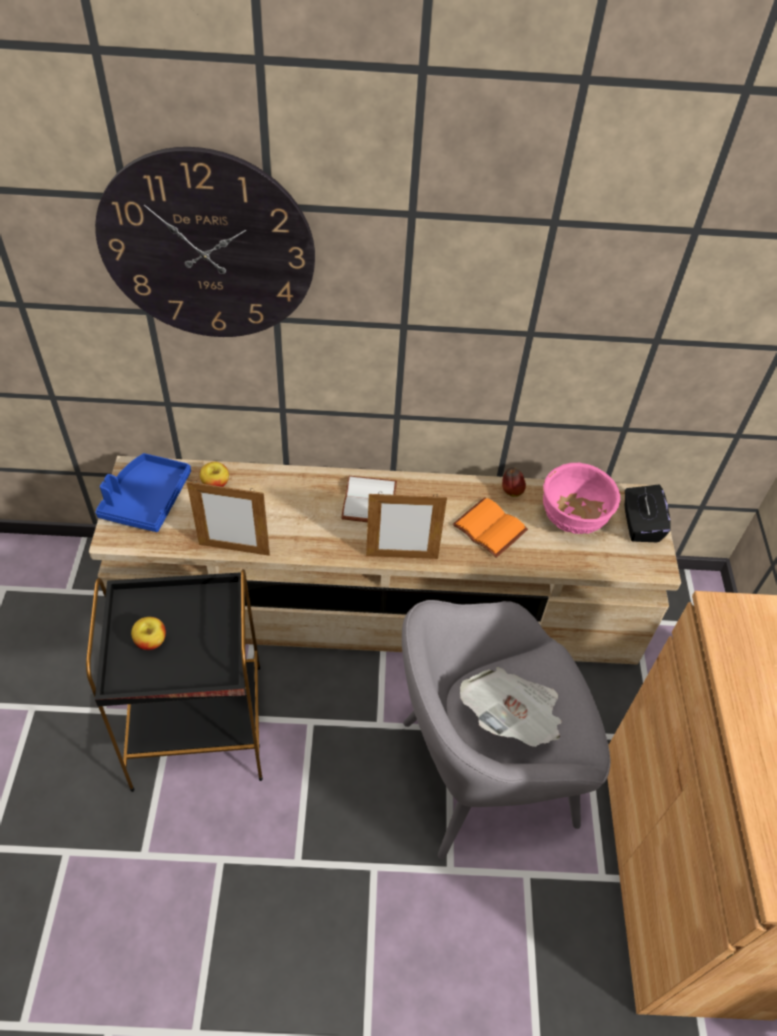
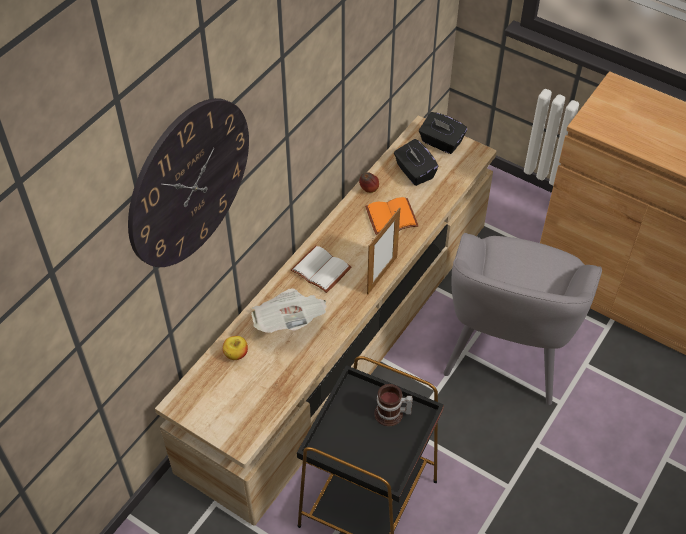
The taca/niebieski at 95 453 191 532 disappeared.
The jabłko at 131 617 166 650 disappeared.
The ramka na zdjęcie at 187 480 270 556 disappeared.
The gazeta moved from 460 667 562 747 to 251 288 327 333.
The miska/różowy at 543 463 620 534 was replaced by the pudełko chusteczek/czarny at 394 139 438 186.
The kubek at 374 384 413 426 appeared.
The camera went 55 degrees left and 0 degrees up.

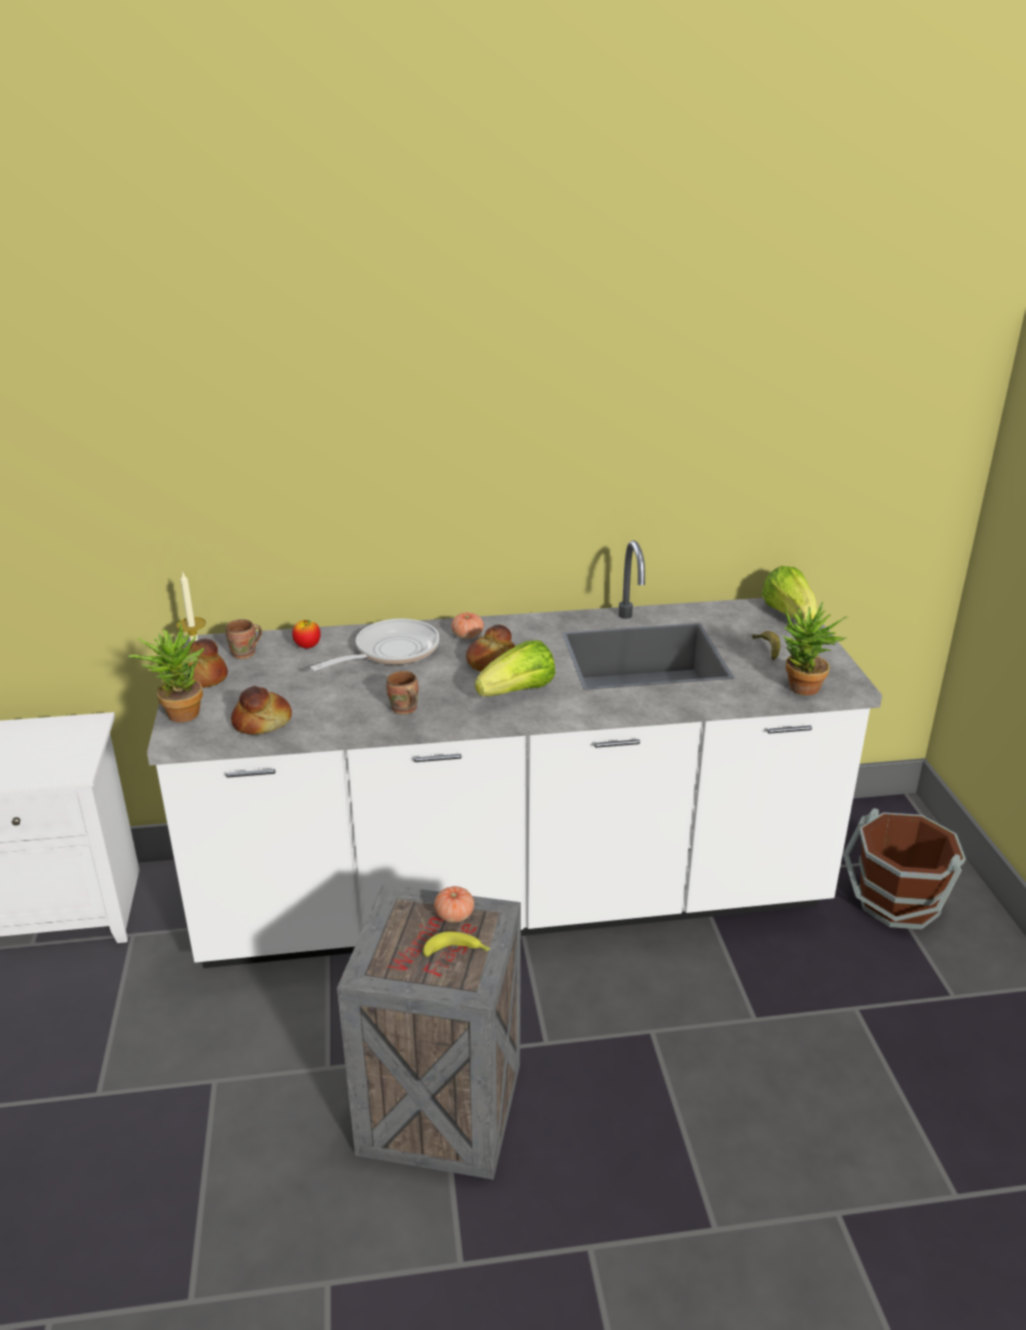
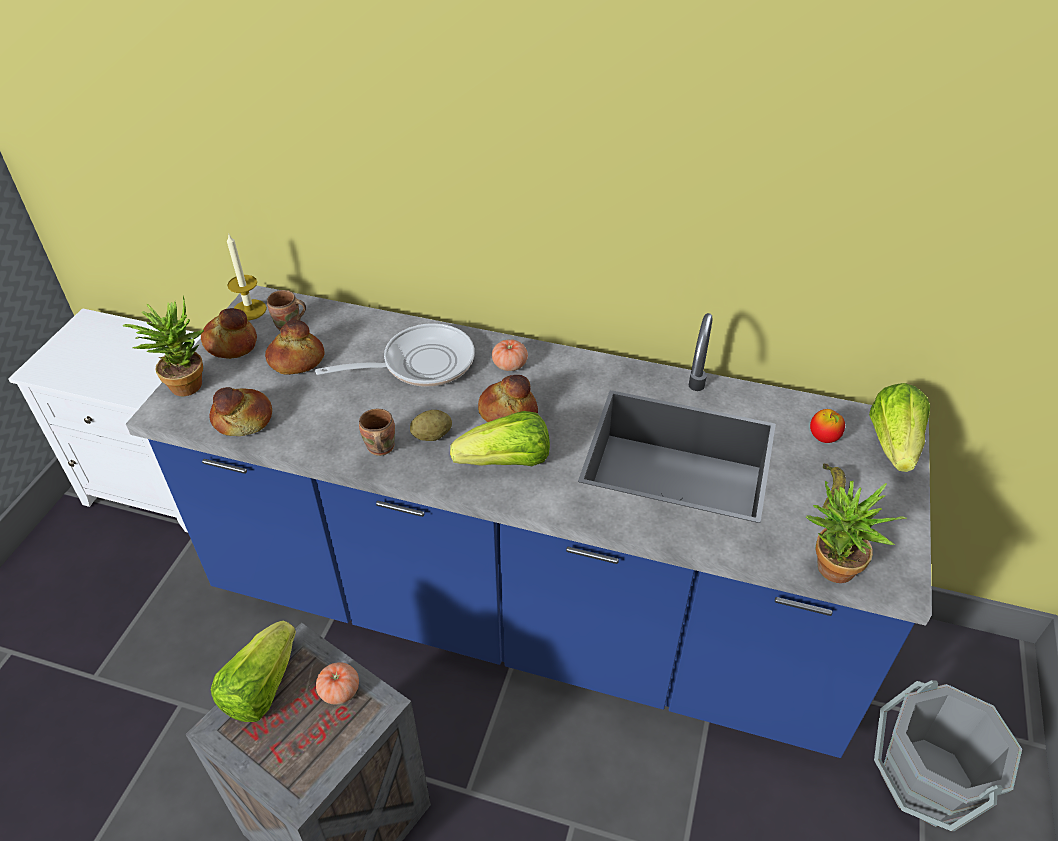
The zabudowa kuchenna/biały at 147 540 882 968 became the zabudowa kuchenna/niebieski at 126 285 932 758.
The jabłko moved from 292 620 321 648 to 810 409 845 443.
The banan at 423 931 491 957 disappeared.
The wiadro/brązowy at 843 808 966 930 became the wiadro/szary at 874 680 1022 831.
The sałata at 211 621 296 722 appeared.
The chleb at 265 320 325 375 appeared.
The ziemniak at 410 410 452 441 appeared.
The camera went 25 degrees right and 15 degrees up.

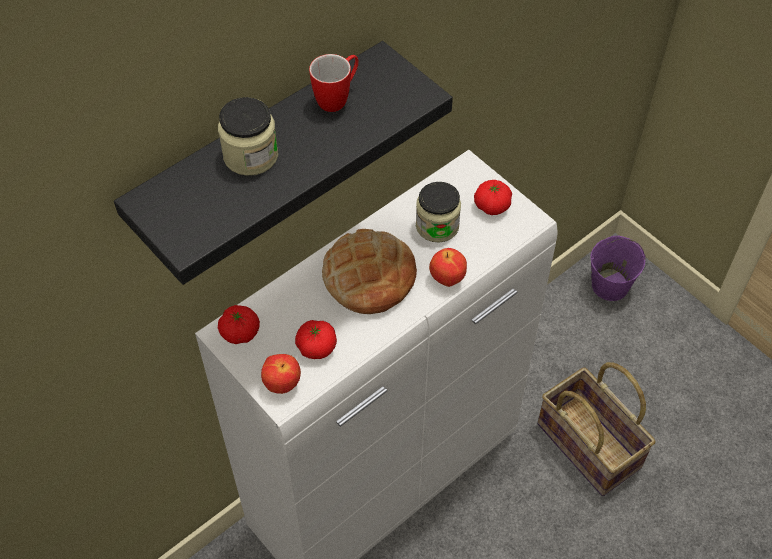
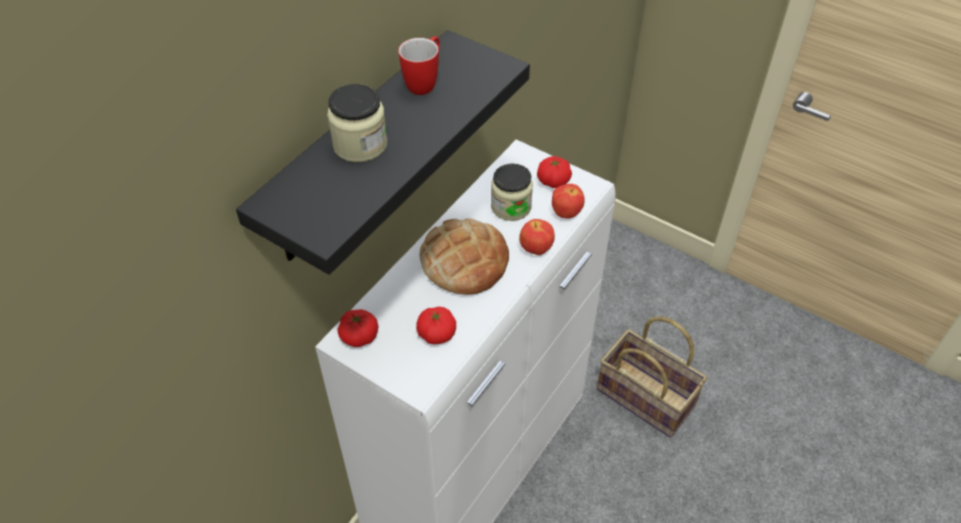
The jabłko moved from 261 354 301 394 to 552 184 585 219.
The wiadro/fioletowy at 590 235 646 301 disappeared.
The camera went 15 degrees left and 5 degrees down.

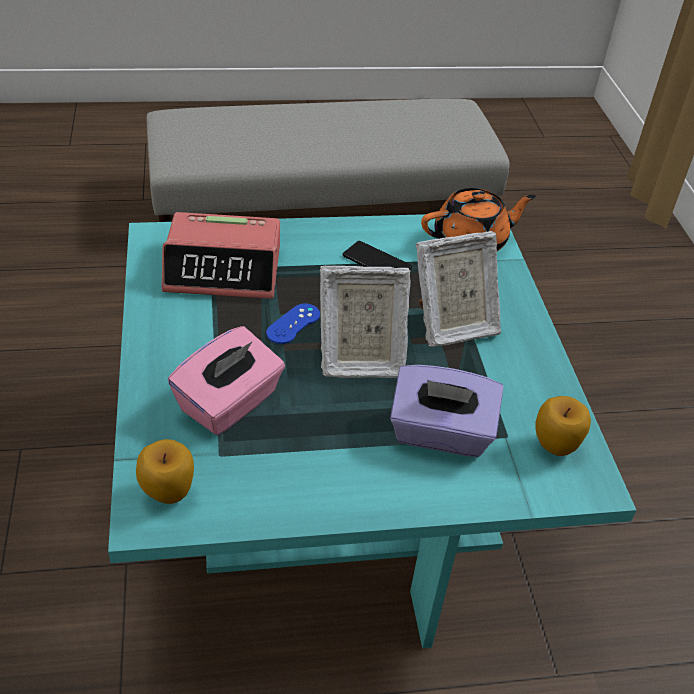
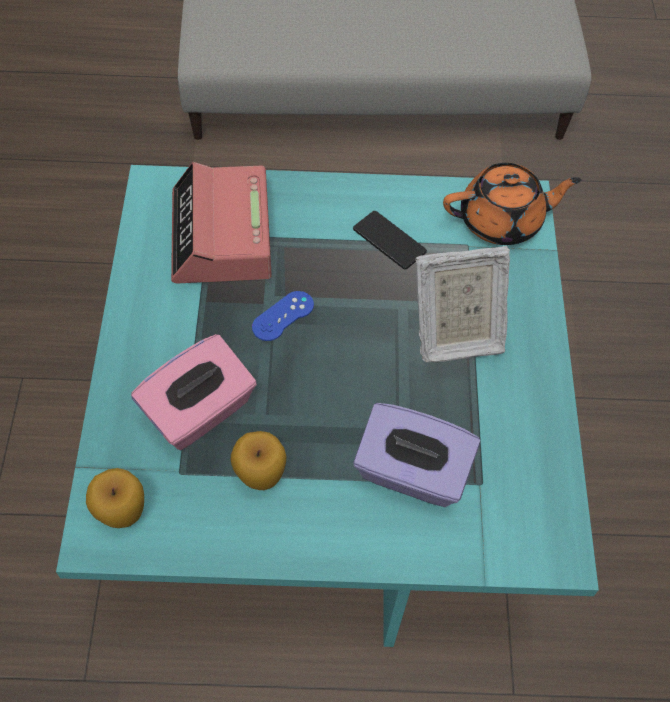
The budzik at 162 212 280 299 turned 75 degrees clockwise.
The ramka na zdjęcie at 320 266 411 378 disappeared.
The jabłko moved from 536 396 591 456 to 231 431 287 490.
The camera went 10 degrees right and 15 degrees up.

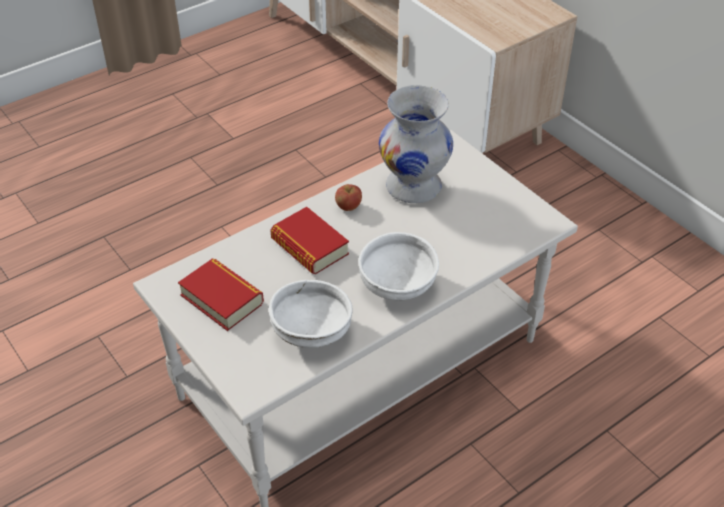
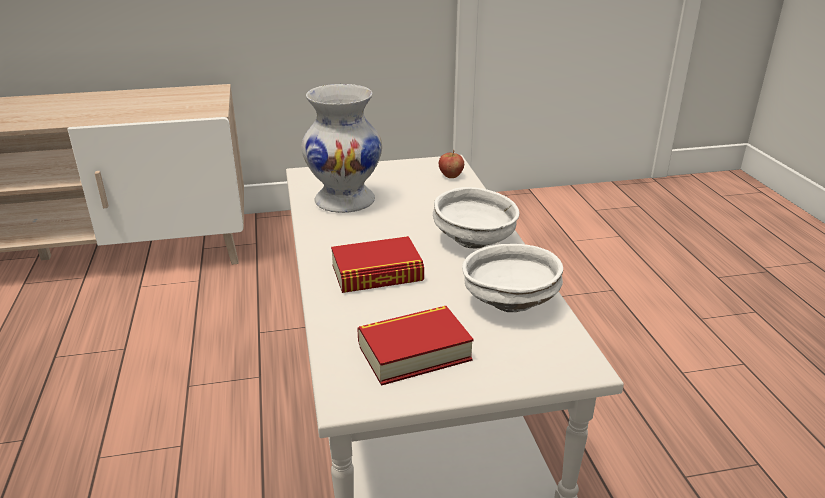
The jabłko moved from 335 184 362 211 to 439 150 464 178.
The camera went 65 degrees left and 15 degrees down.

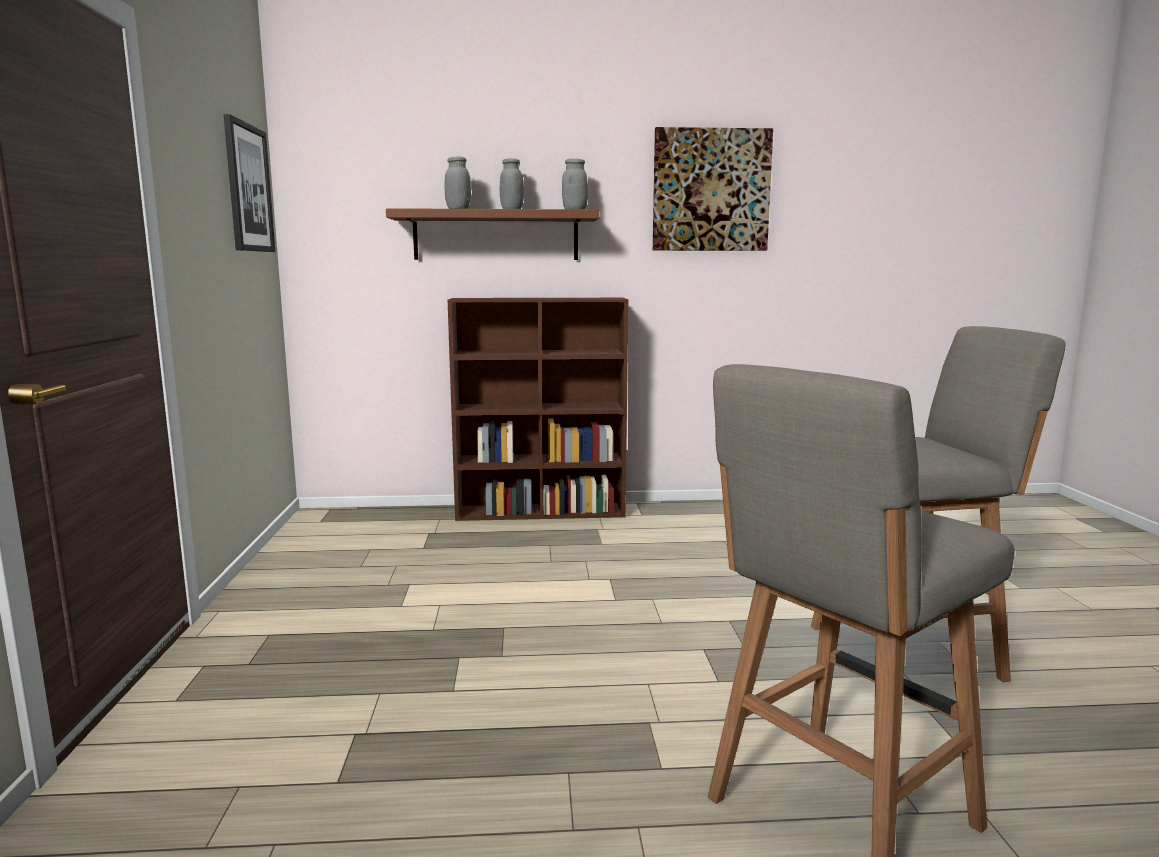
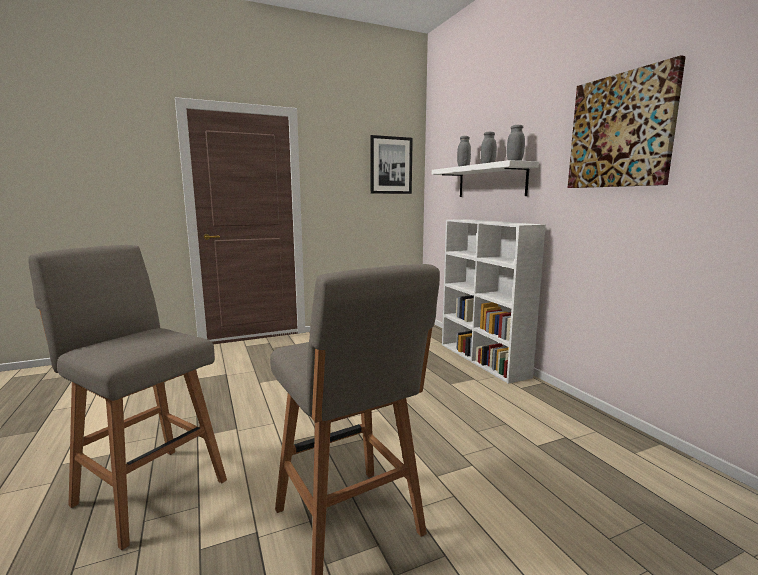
The półka/brązowy at 386 208 600 260 became the półka/biały at 432 160 539 197.
The regał/brązowy at 448 298 628 521 became the regał/biały at 442 219 546 384.
The camera went 70 degrees right and 0 degrees up.

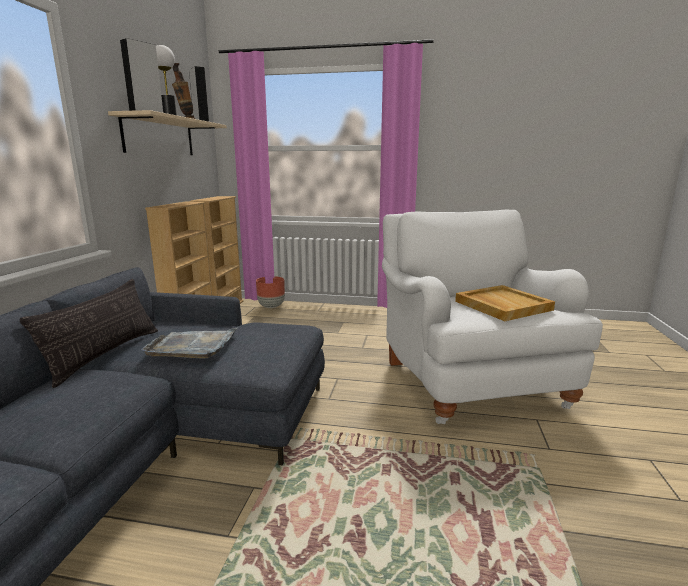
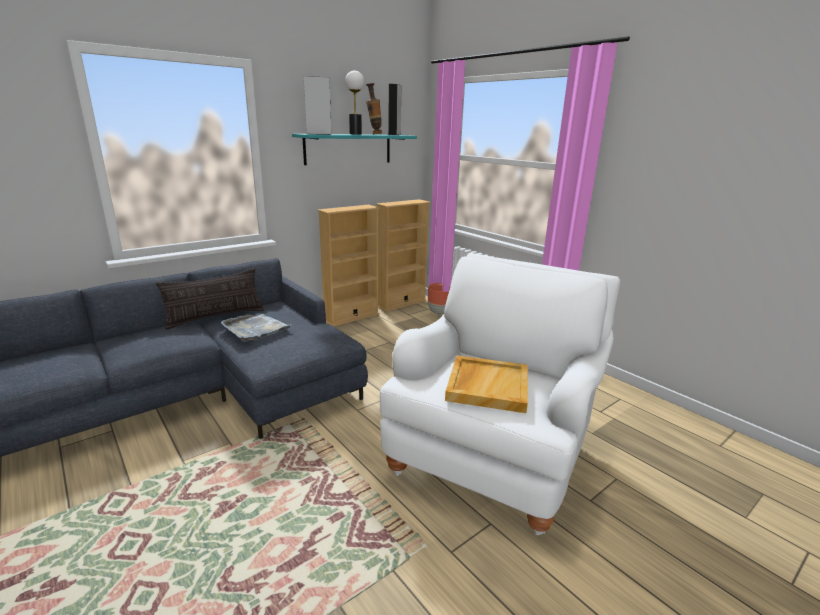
The półka/beżowy at 108 110 227 155 became the półka/turkusowy at 292 134 417 165.
The camera went 40 degrees right and 5 degrees up.

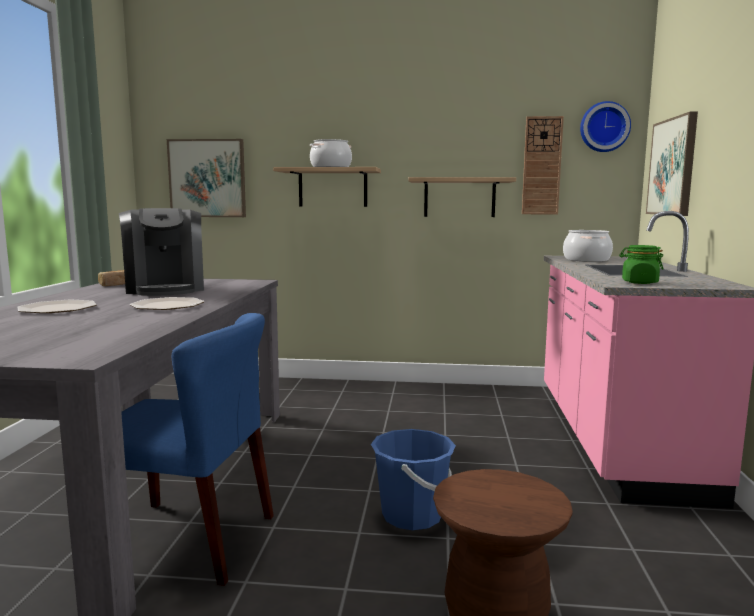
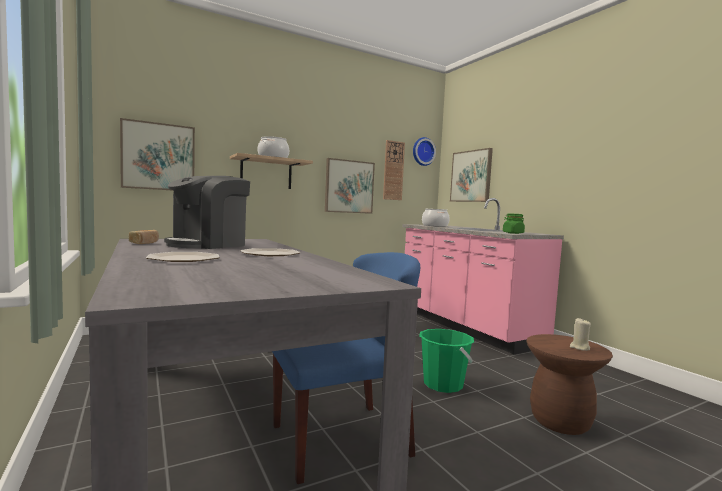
The ekspres do kawy at 119 208 204 296 turned 90 degrees clockwise.
The wiadro/niebieski at 371 429 456 530 became the wiadro/zielony at 419 329 474 393.
The półka at 409 177 516 217 was replaced by the obraz at 325 158 375 214.
The świeca/beżowy at 570 318 591 351 appeared.
The camera went 35 degrees left and 5 degrees down.

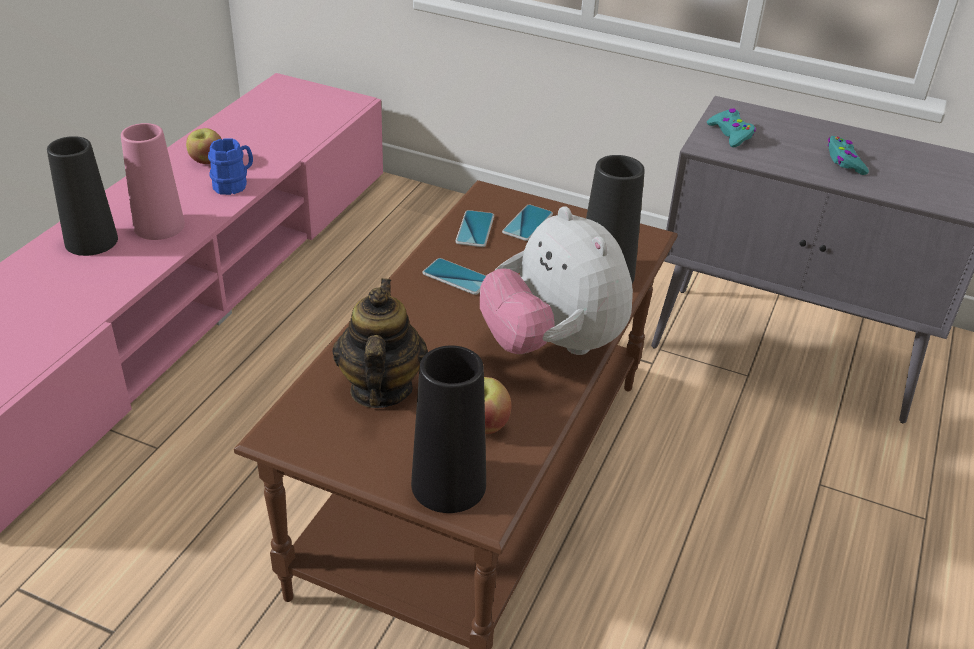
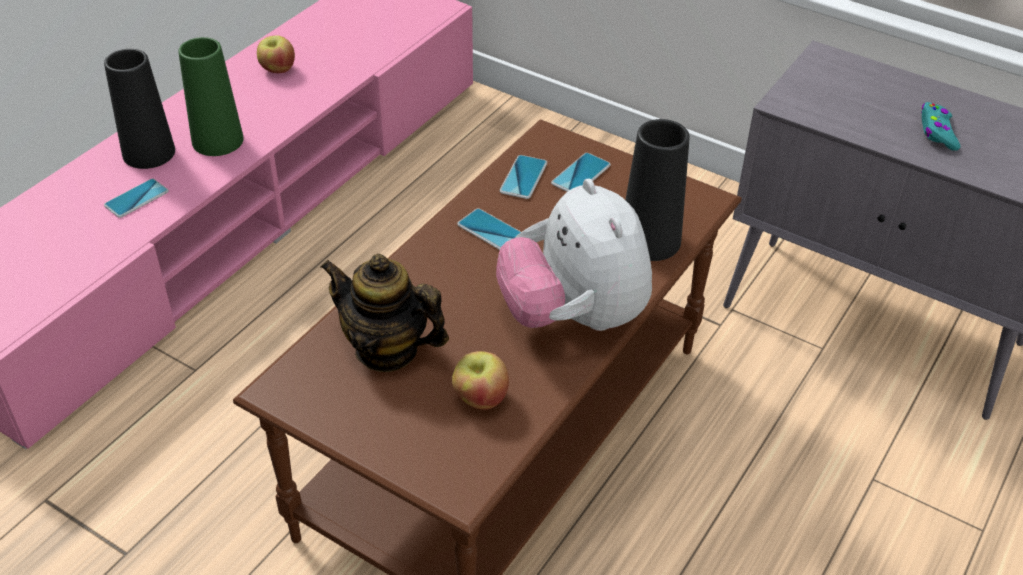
The wazon/różowy at 121 123 185 240 became the wazon/zielony at 178 37 244 156.
The kubek/niebieski at 208 138 253 195 disappeared.
The imbryk at 332 278 428 408 turned 75 degrees counterclockwise.
The wazon/czarny at 411 345 486 513 disappeared.
The pad do gier/turkusowy at 707 108 756 147 disappeared.
The telefon at 104 179 169 218 appeared.
The camera went 10 degrees right and 5 degrees up.

